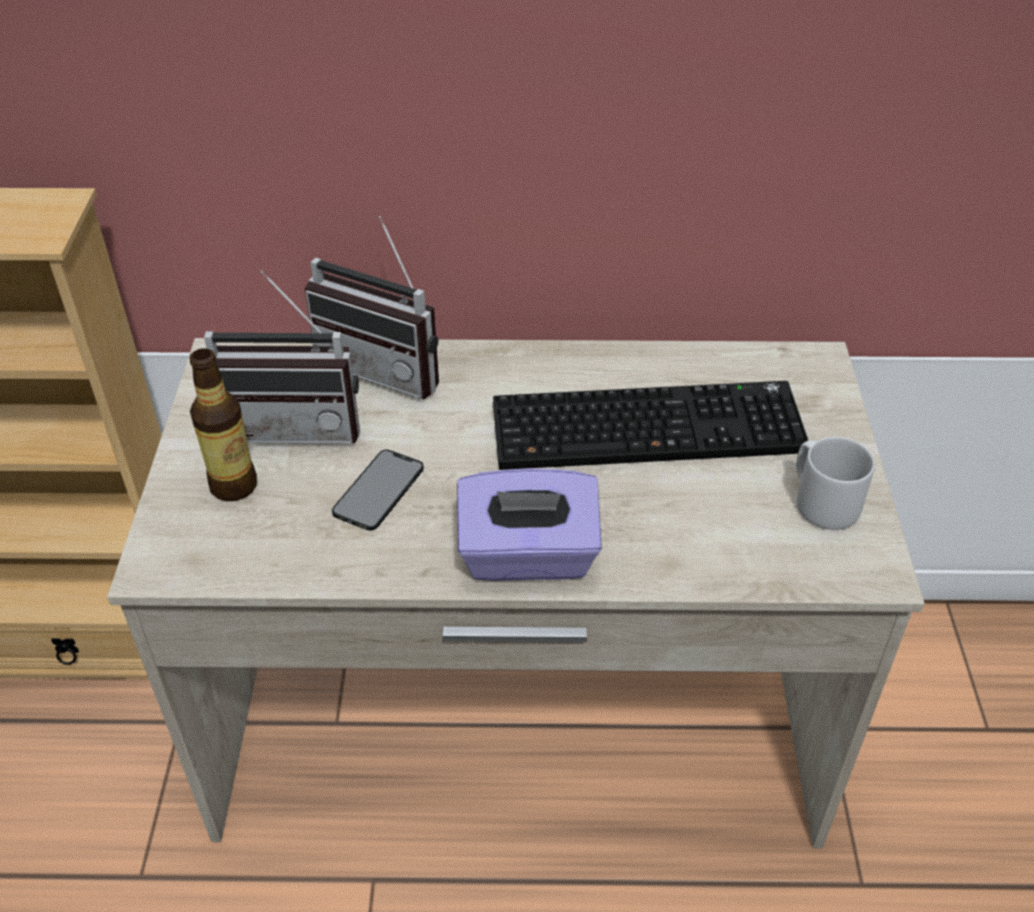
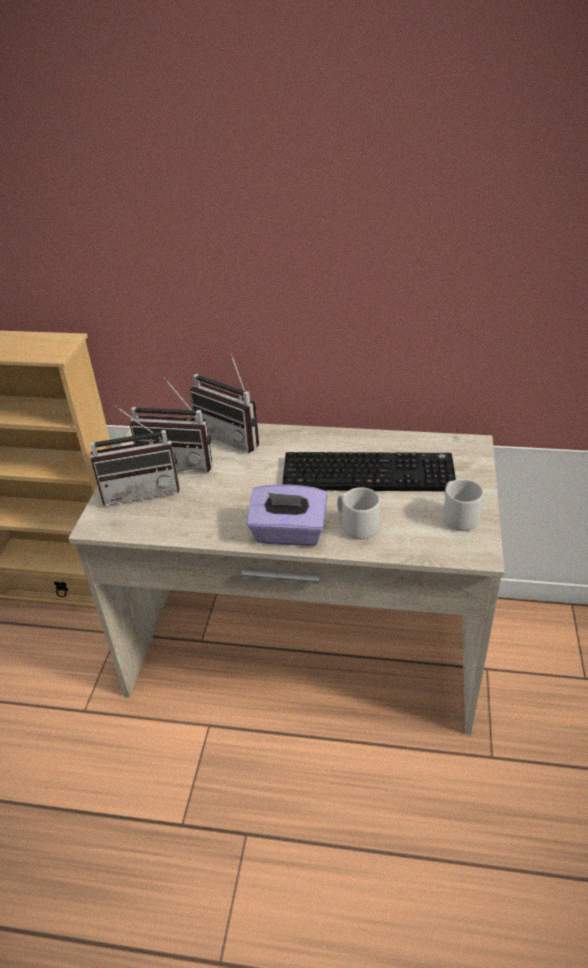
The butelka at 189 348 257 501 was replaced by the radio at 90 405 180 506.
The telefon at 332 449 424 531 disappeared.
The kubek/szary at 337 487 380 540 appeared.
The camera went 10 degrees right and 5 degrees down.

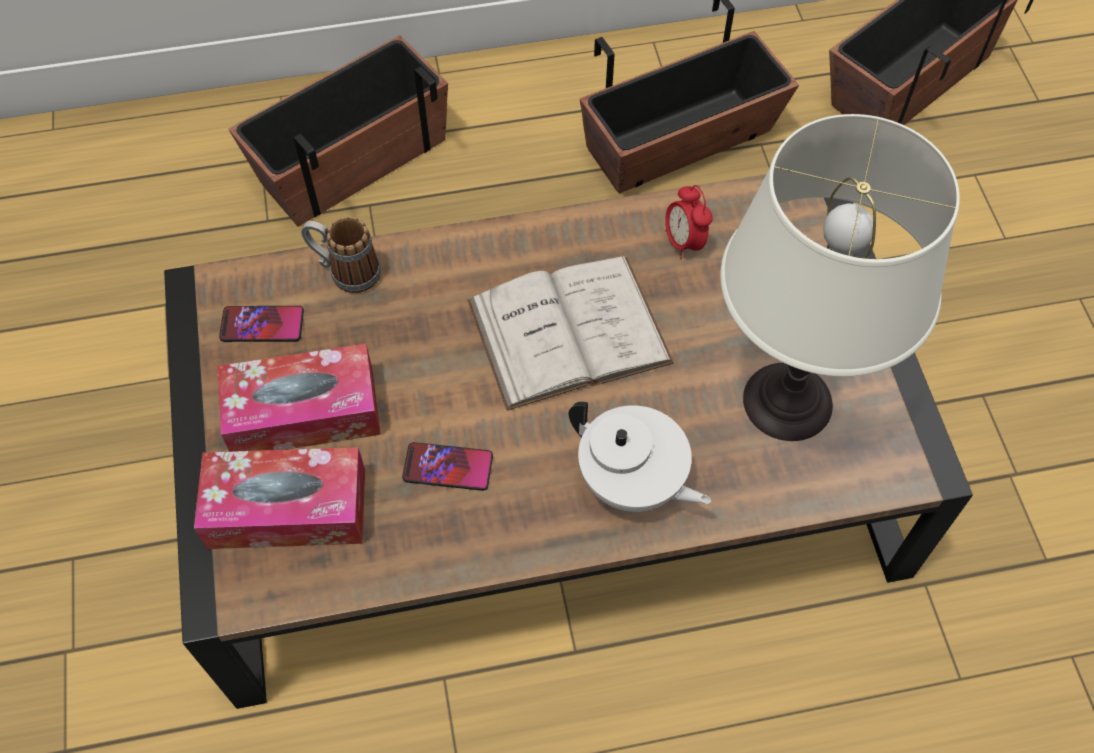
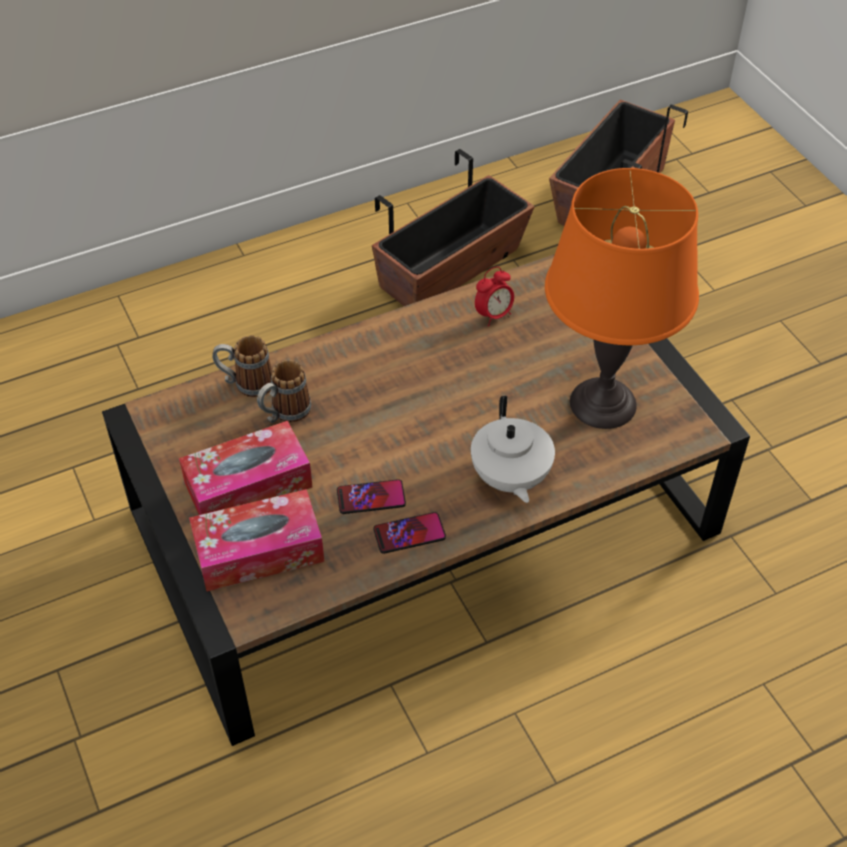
The telefon moved from 219 306 304 342 to 373 512 446 554.
The donica at 228 35 448 227 disappeared.
The książka/biały at 467 256 674 411 disappeared.
The imbryk/biały at 569 402 711 512 turned 60 degrees clockwise.
The budzik at 665 185 713 260 turned 90 degrees counterclockwise.
The lampa stołowa/biały at 720 114 960 441 became the lampa stołowa/pomarańczowy at 545 168 699 429.
The kubek at 257 360 311 423 appeared.
The camera went 15 degrees left and 10 degrees down.

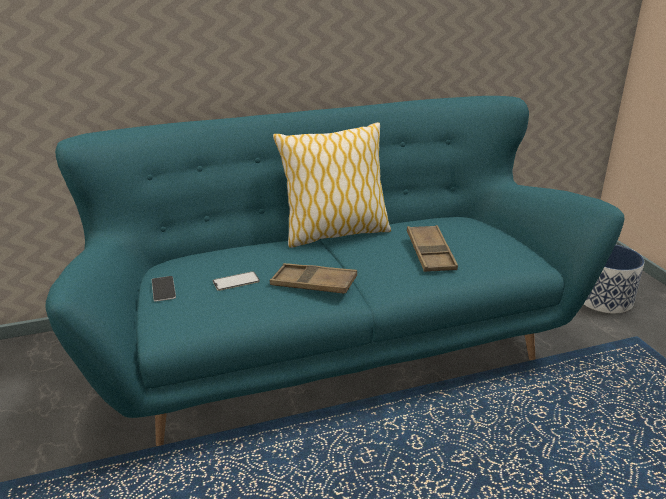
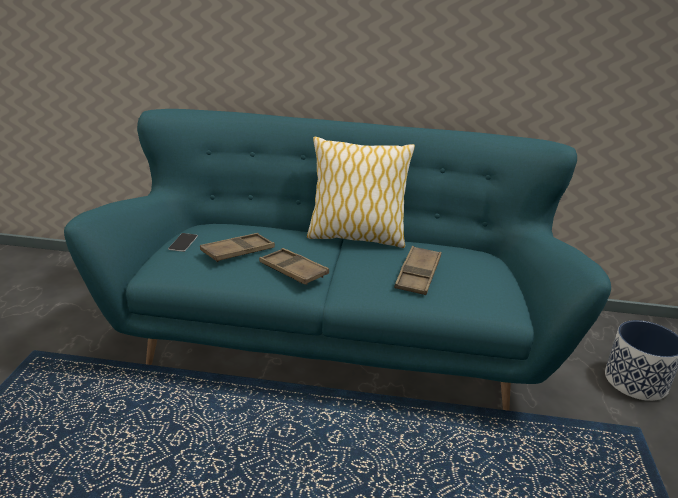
The telefon at 213 271 260 291 was replaced by the taca/brązowy at 200 233 275 262.
The camera went 25 degrees right and 0 degrees up.

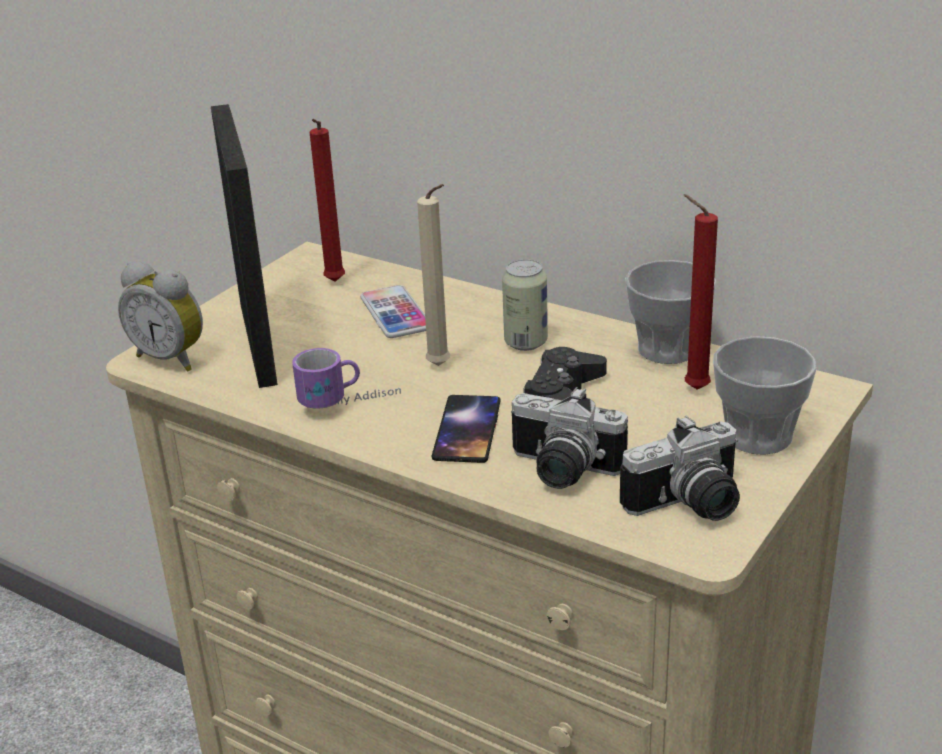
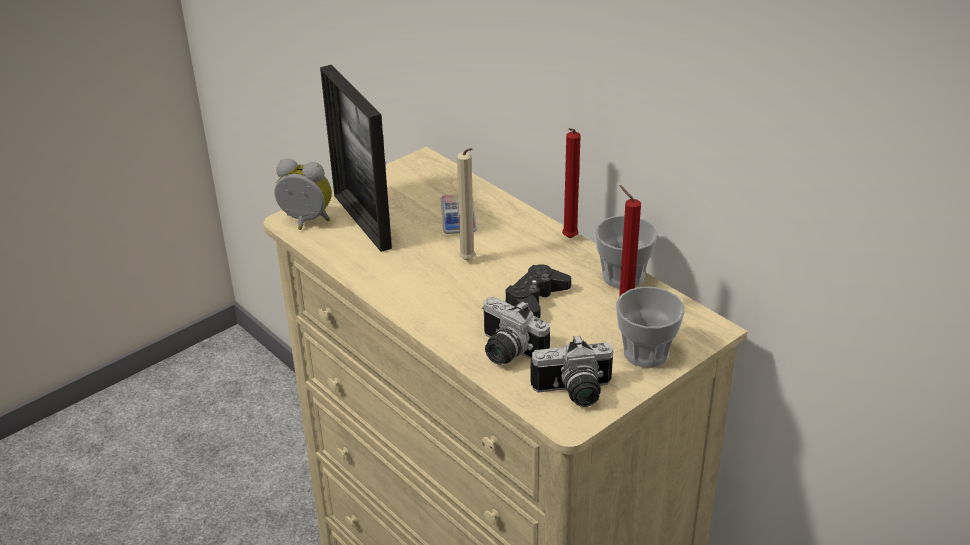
The budzik at 118 261 203 372 turned 150 degrees clockwise.
The ramka na zdjęcie at 211 104 278 388 turned 150 degrees clockwise.
The kubek at 292 348 401 409 disappeared.
The świeca/czerwony moved from 310 119 345 282 to 562 128 581 238.
The telefon at 432 395 501 463 disappeared.
The puszka at 502 260 548 351 disappeared.
The camera went 15 degrees right and 5 degrees up.

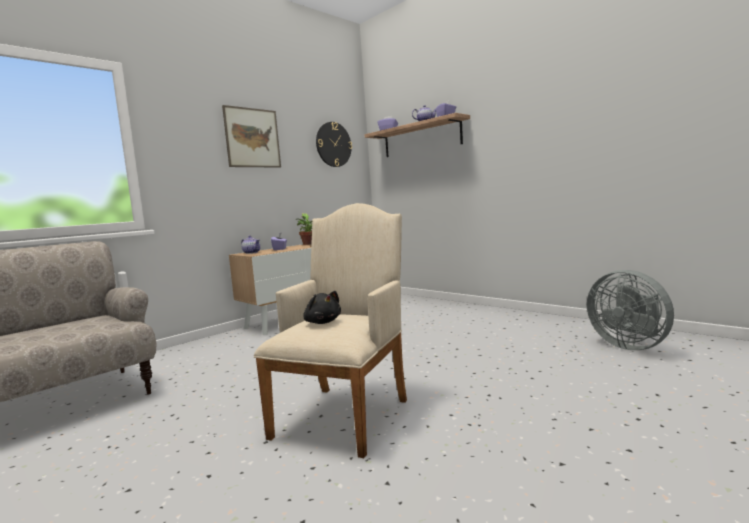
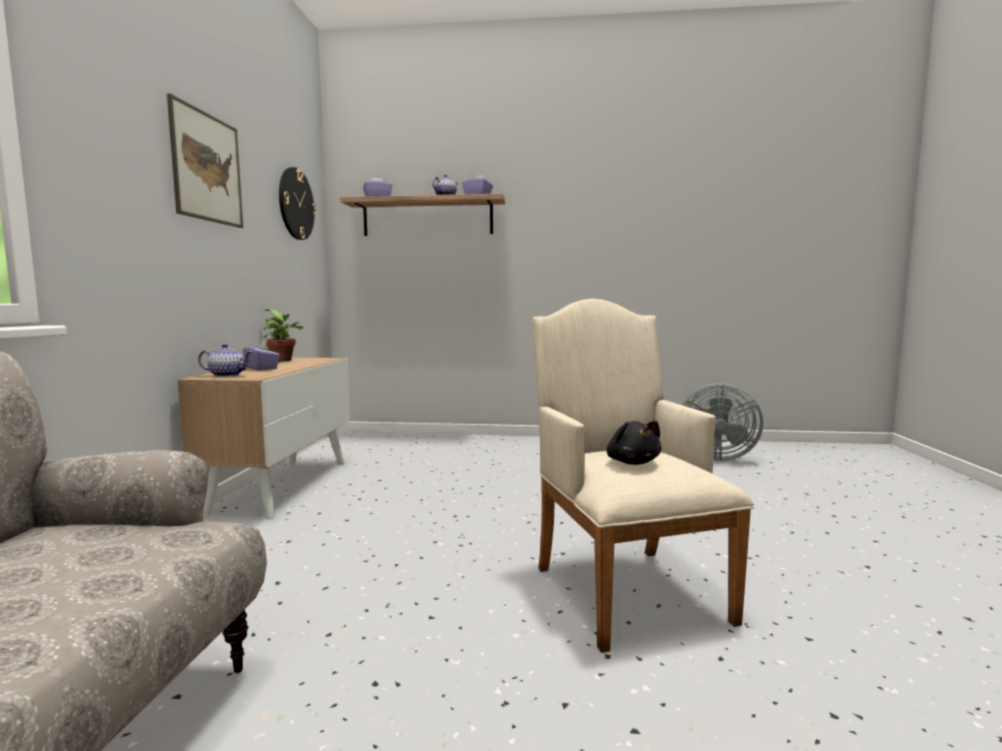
The pluszak/czarny at 303 291 341 324 turned 60 degrees clockwise.
The camera went 40 degrees left and 0 degrees up.

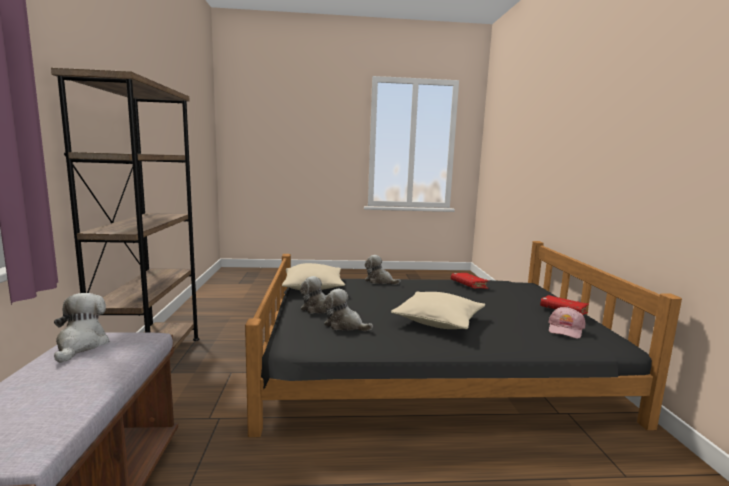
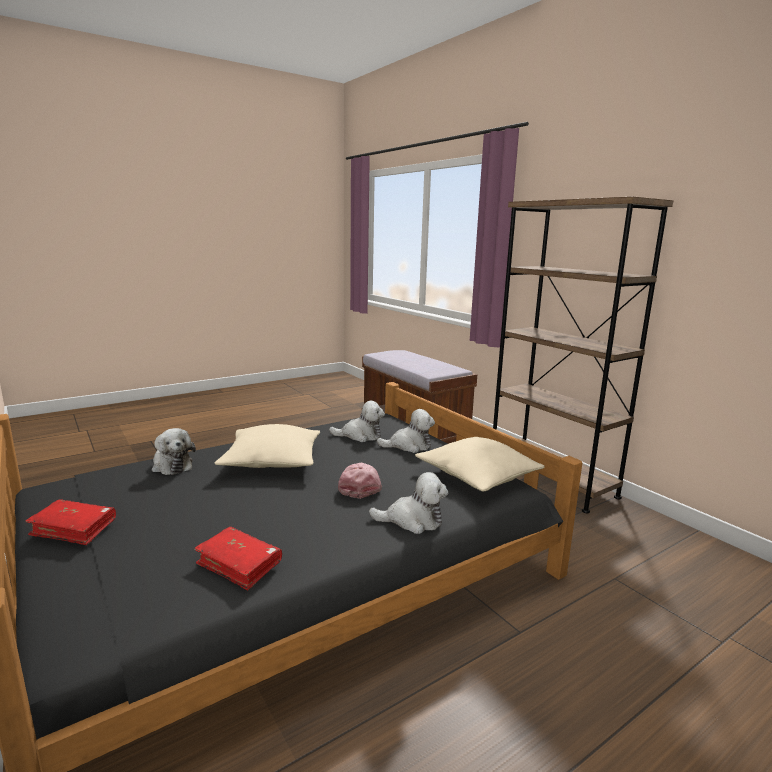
The pluszak moved from 54 293 109 363 to 152 428 196 475.
The czapka z daszkiem/różowy moved from 548 307 585 338 to 338 463 382 499.
The camera went 150 degrees right and 5 degrees up.

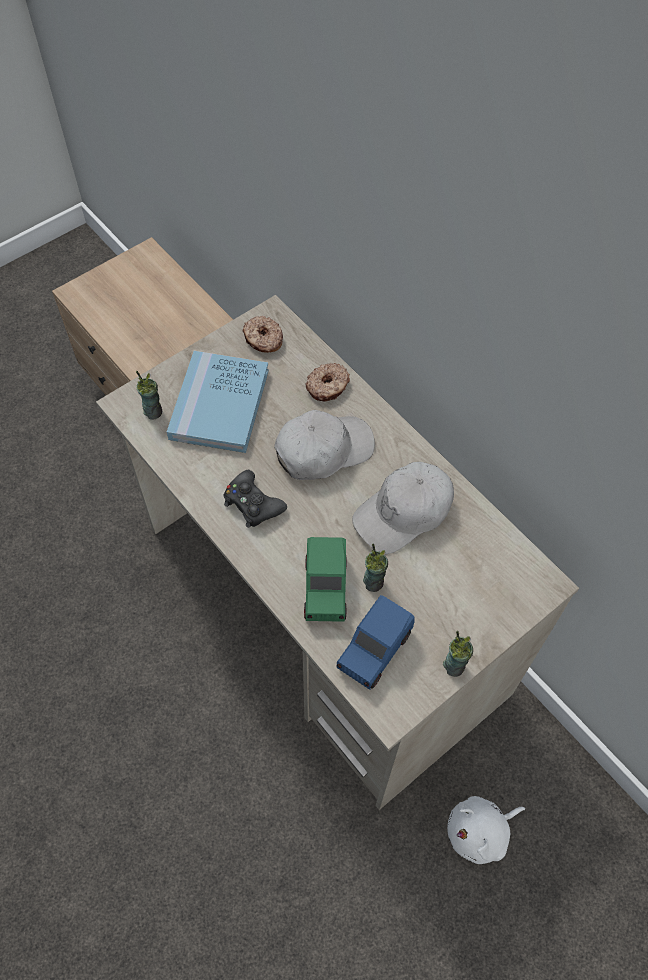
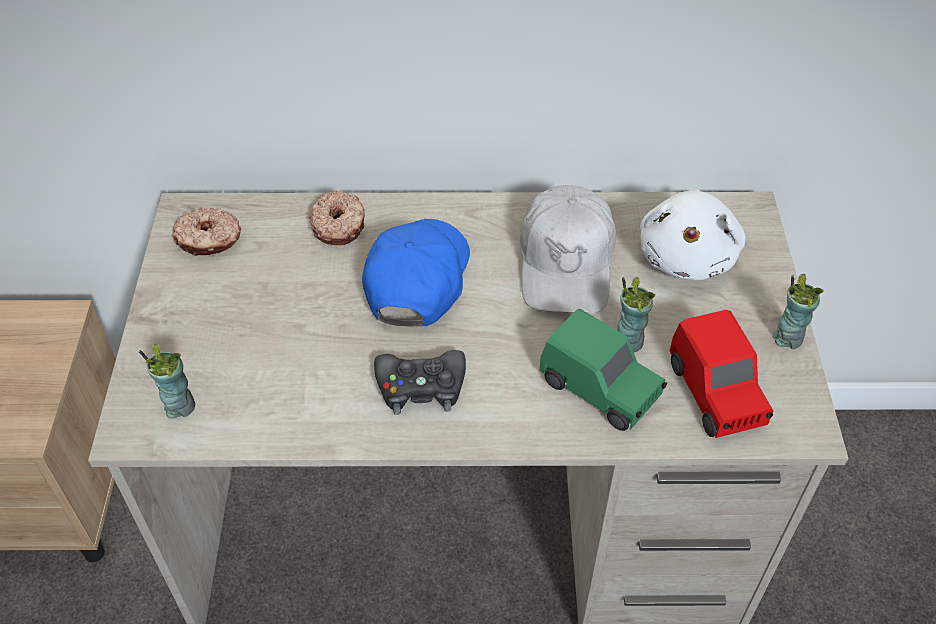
The książka/niebieski at 167 351 269 453 disappeared.
The czapka z daszkiem/biały at 274 410 375 480 became the czapka z daszkiem/niebieski at 362 219 470 327.
The samochodzik/niebieski at 337 595 415 690 became the samochodzik/czerwony at 670 310 773 438.
The pluszak/biały moved from 447 796 525 864 to 640 190 745 280.
The camera went 50 degrees left and 10 degrees down.

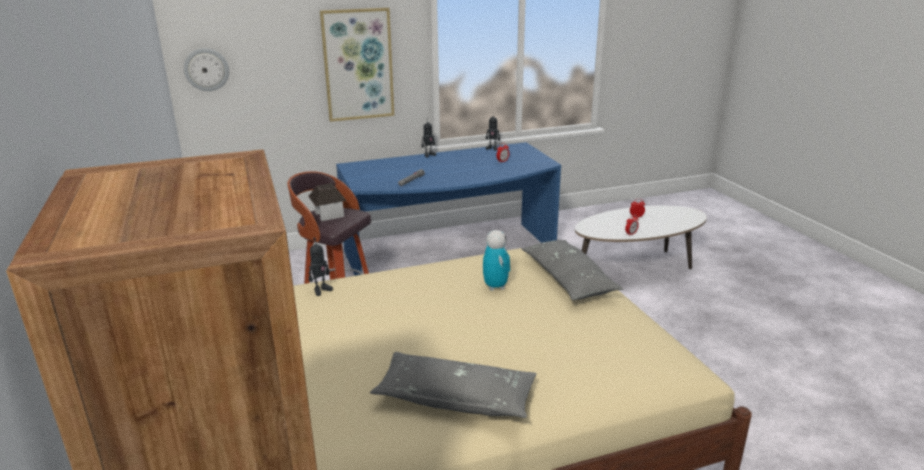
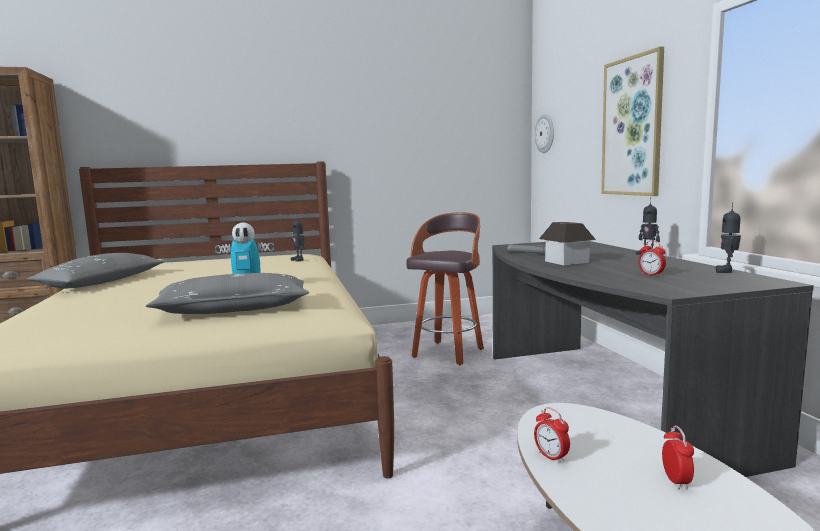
The domek moved from 308 183 347 221 to 539 222 596 265.
The biurko/niebieski at 336 142 561 276 became the biurko/szary at 492 241 814 477.
The camera went 95 degrees right and 15 degrees down.

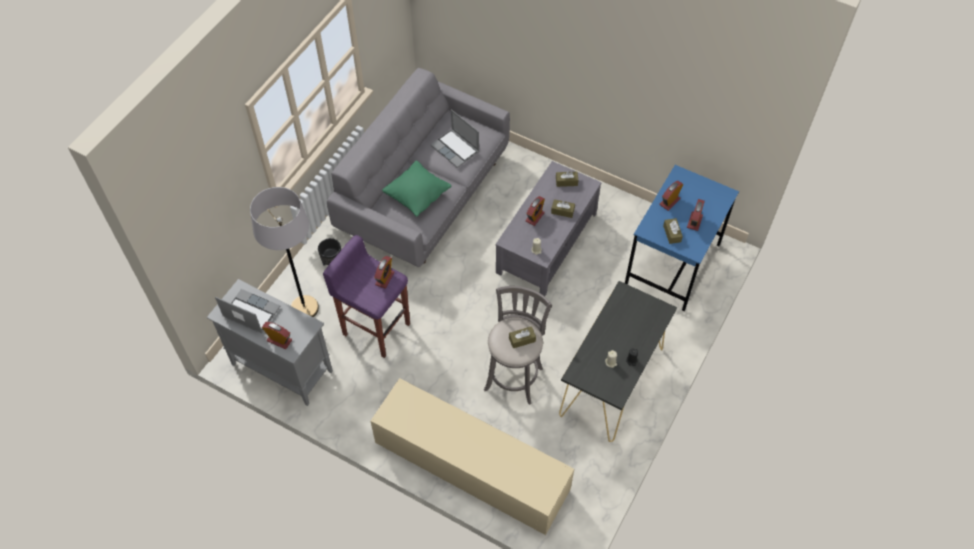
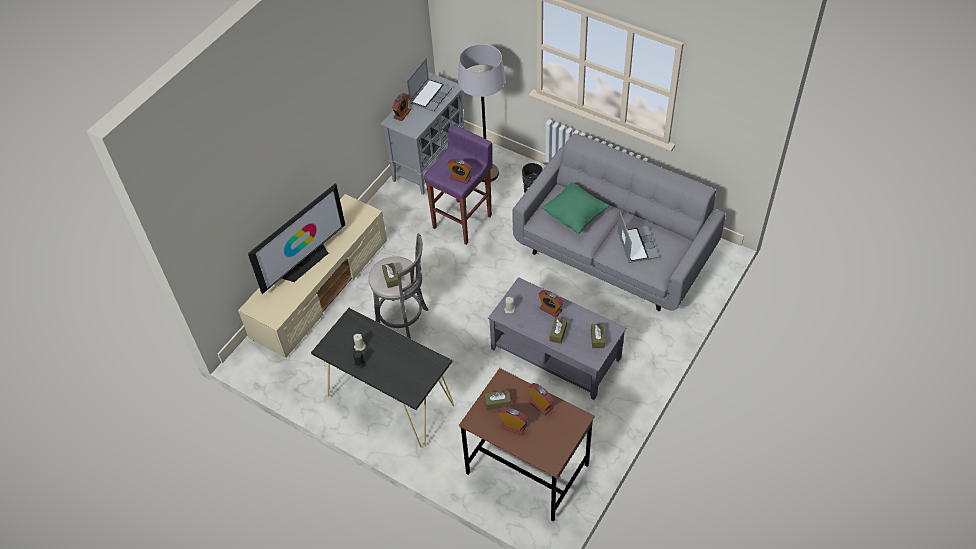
The laptop at 430 109 479 168 turned 120 degrees clockwise.
The biurko/niebieski at 625 165 739 311 became the biurko/brązowy at 459 368 595 522.
The telewizor at 248 183 345 294 appeared.
The camera went 95 degrees right and 5 degrees down.

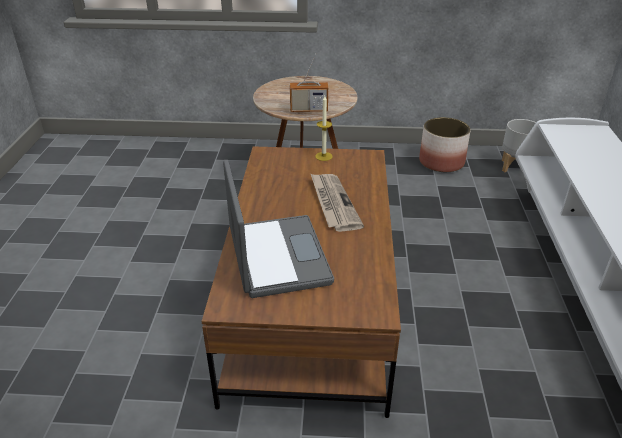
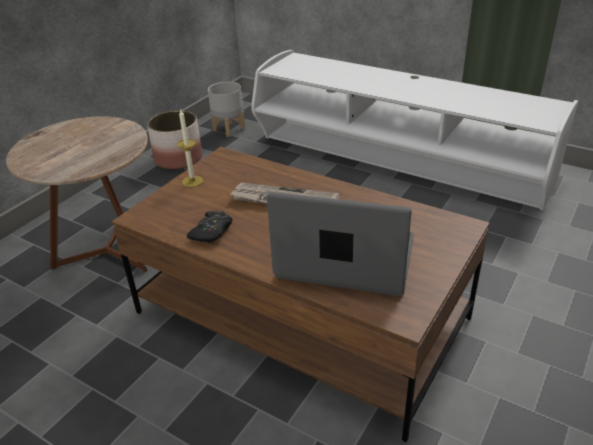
The radio at 290 53 328 112 disappeared.
The pad do gier/czarny at 187 211 232 243 appeared.
The camera went 60 degrees left and 0 degrees up.

